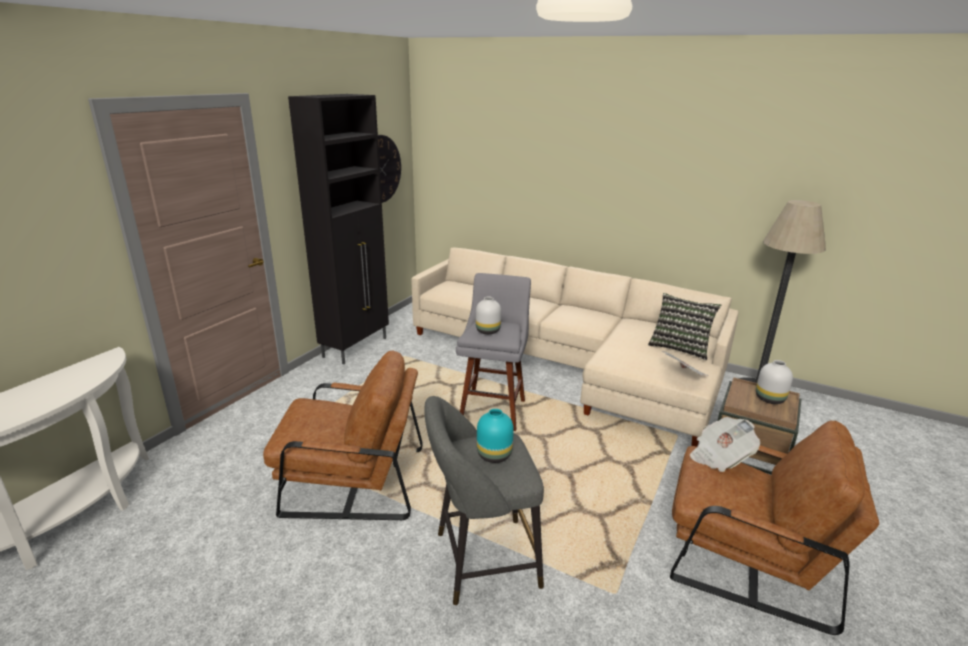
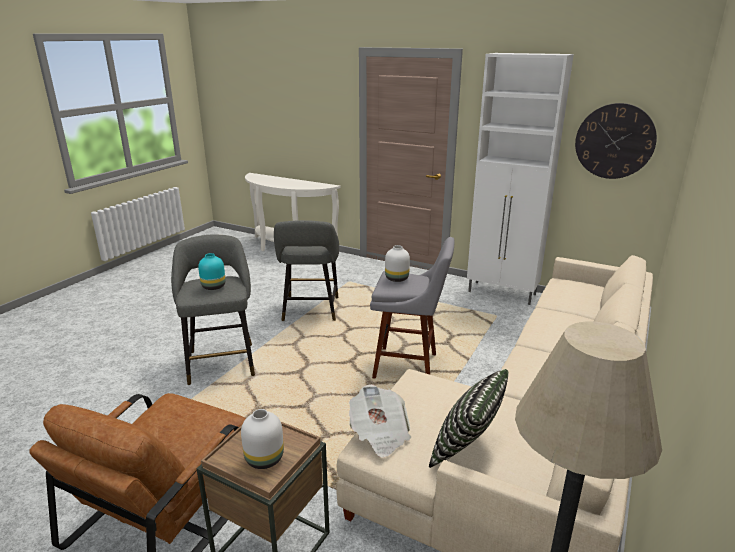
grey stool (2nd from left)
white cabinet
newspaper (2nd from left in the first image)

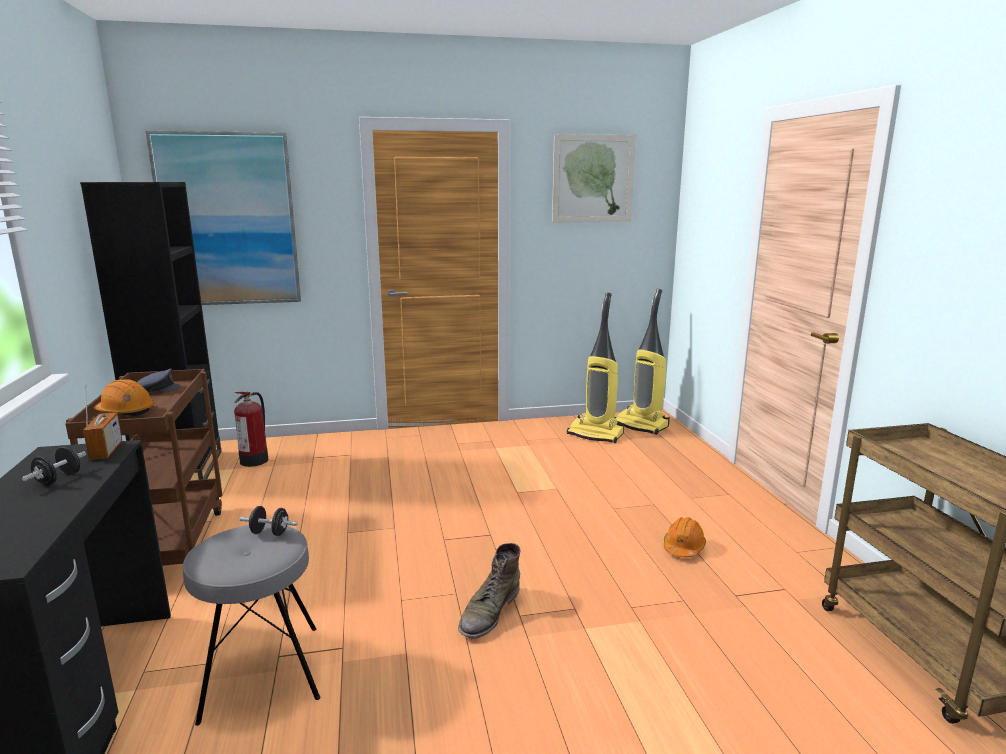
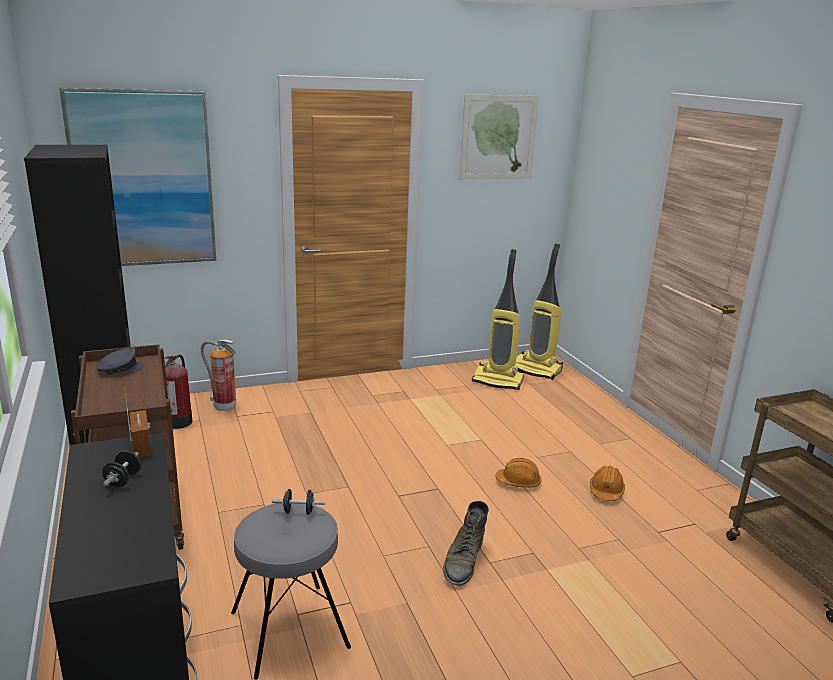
fire extinguisher (2nd from left)
orange hard hat (1st from left)

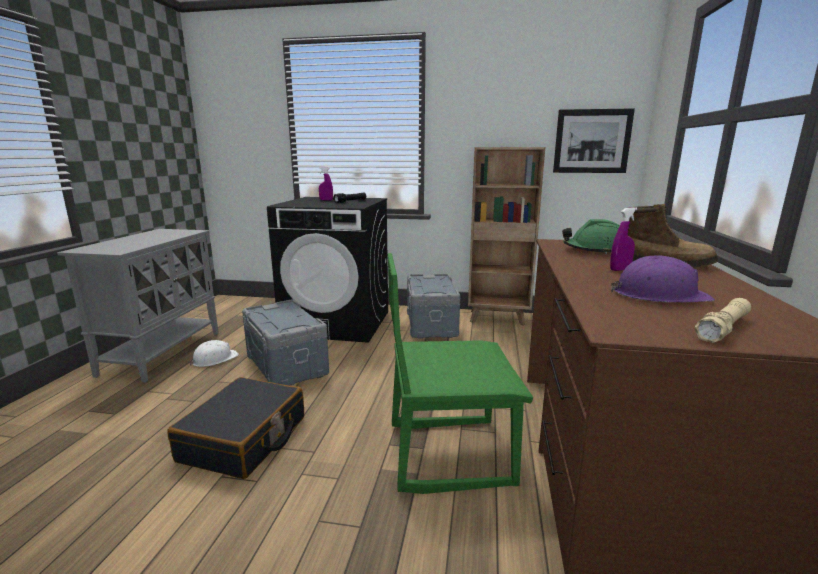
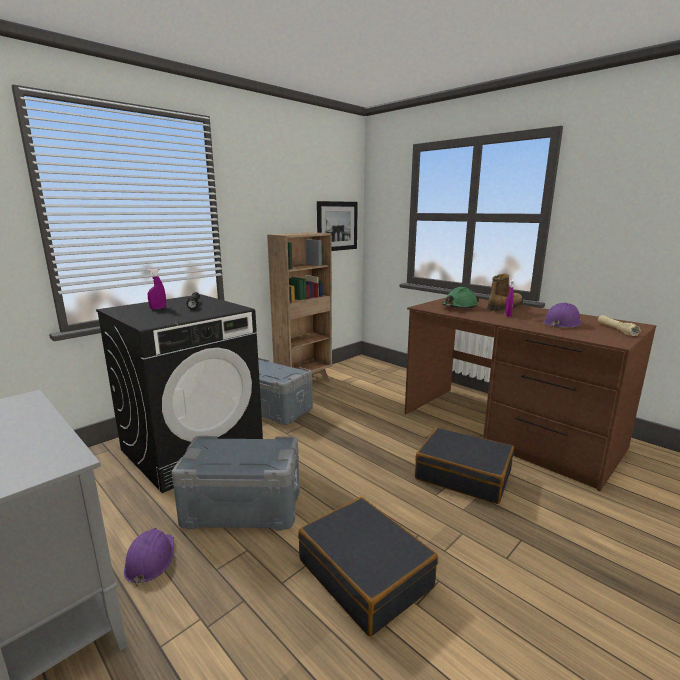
purple hard hat (1st from left)
black suitcase (2nd from left)

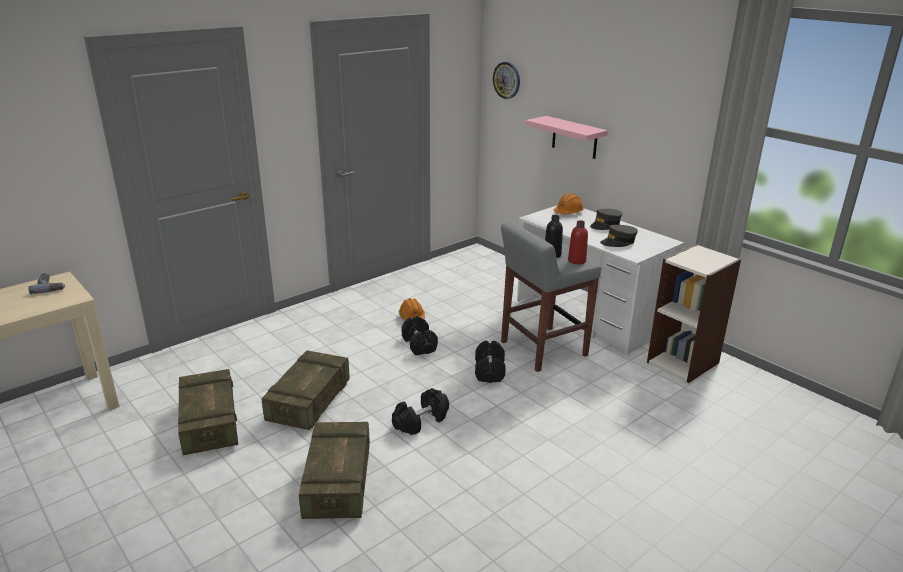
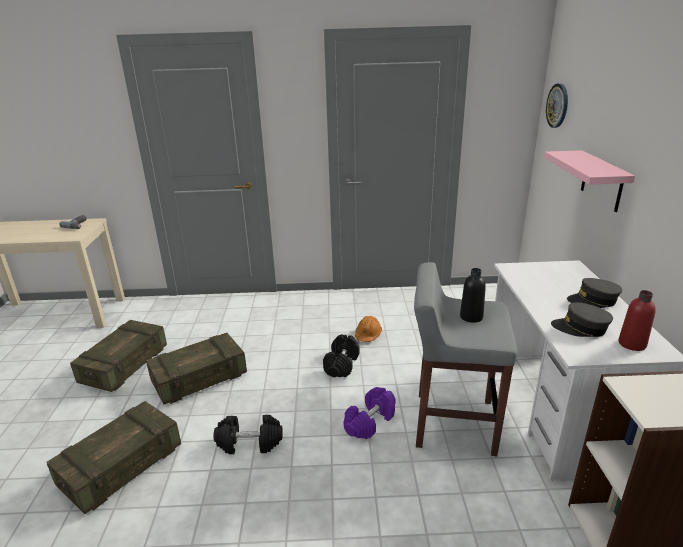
purple dumbbell
red bottle
orange hard hat (2nd from left in the first image)

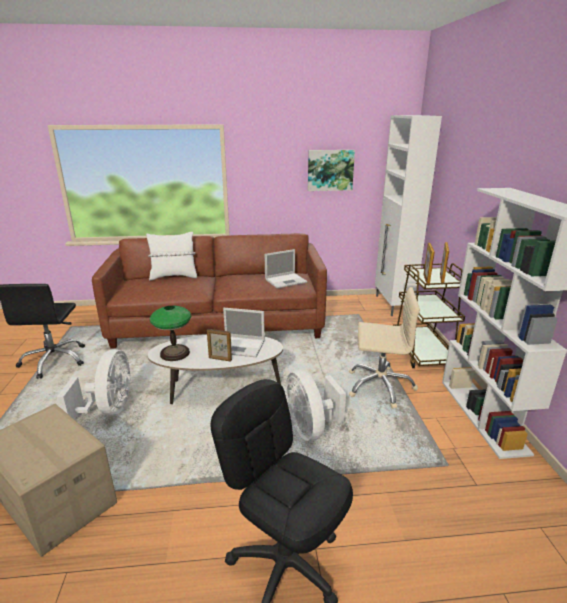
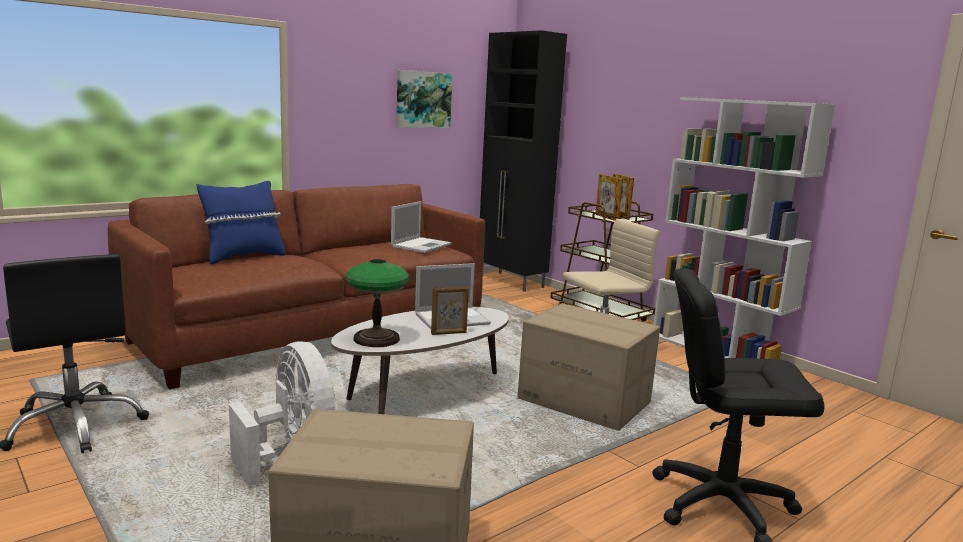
blue pillow
black cabinet
cardboard box (2nd from left)

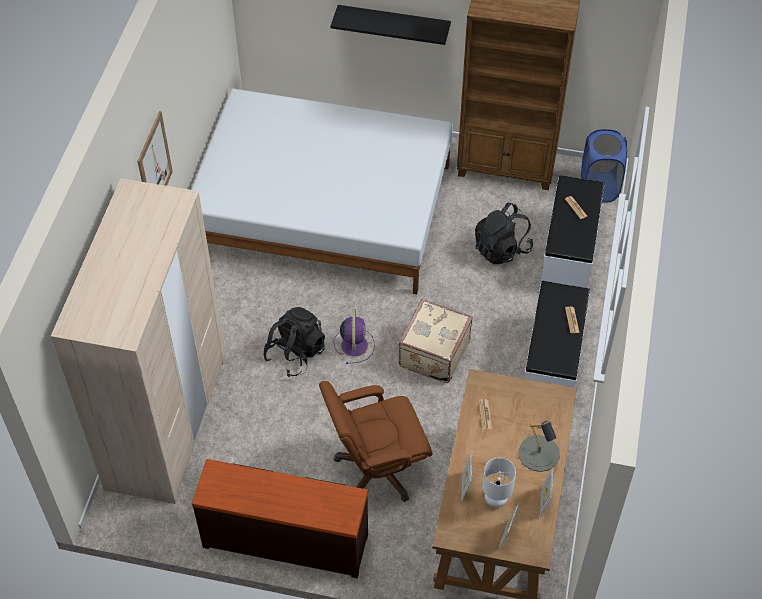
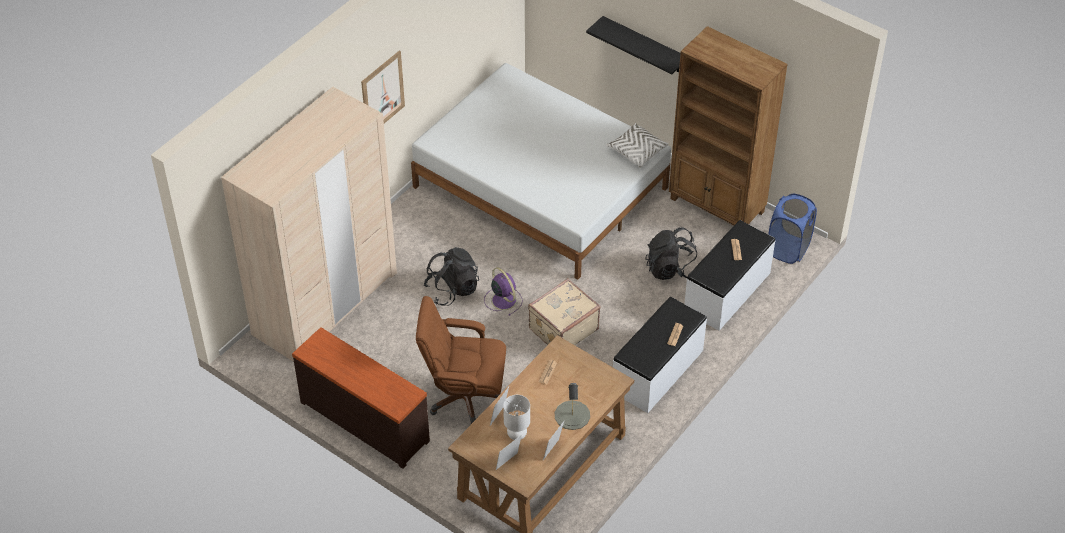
purple fan
white pillow

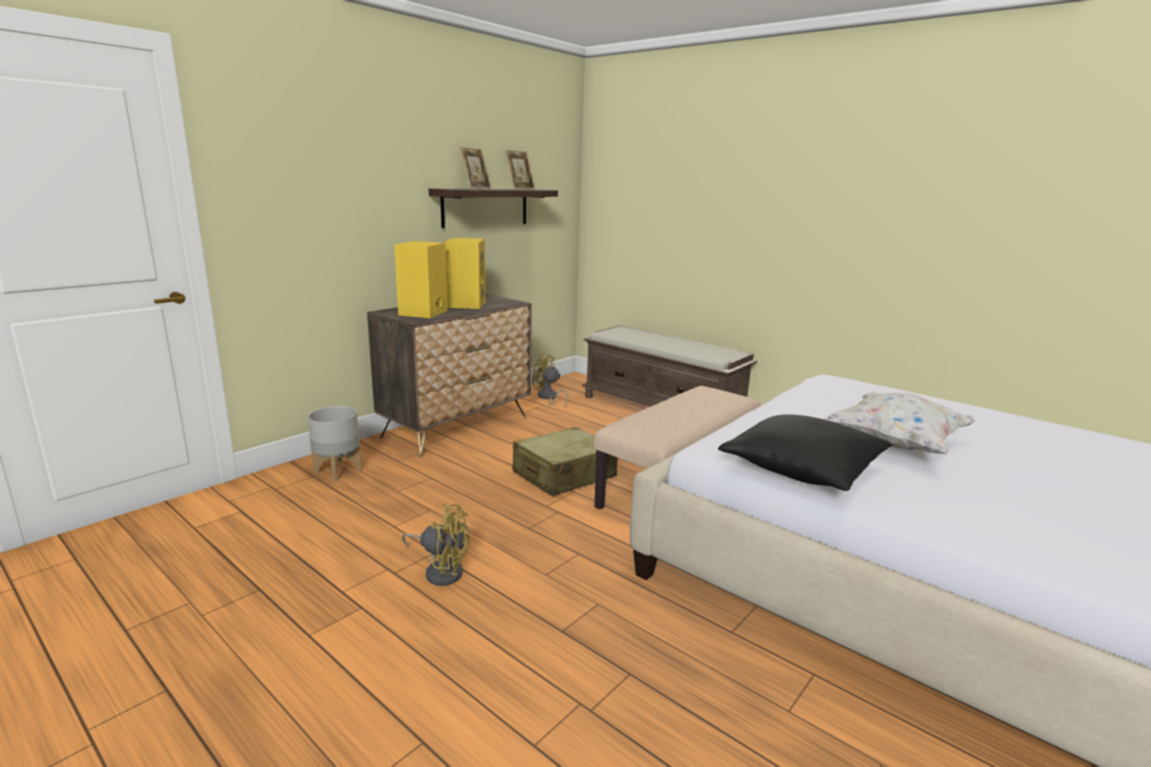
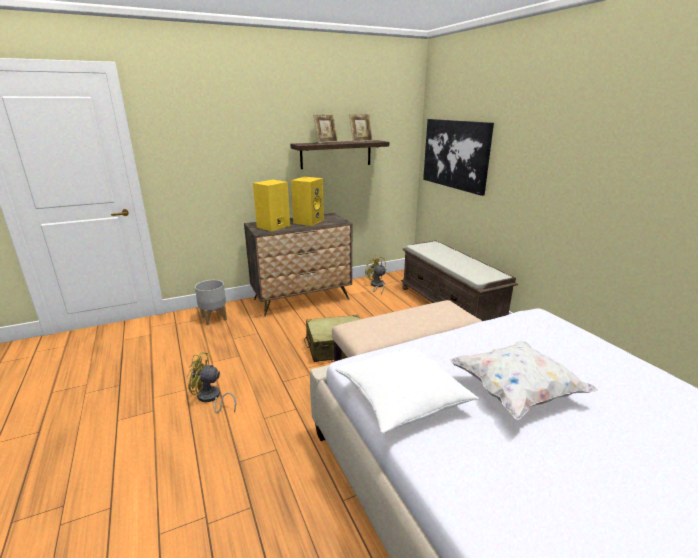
yellow fan (1st from left)
white pillow (1st from left)
picture

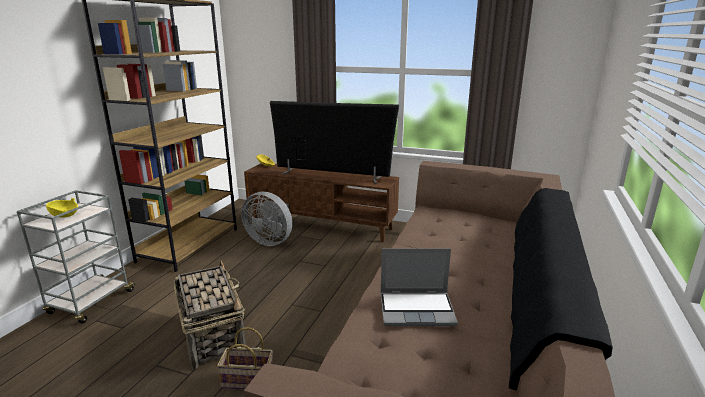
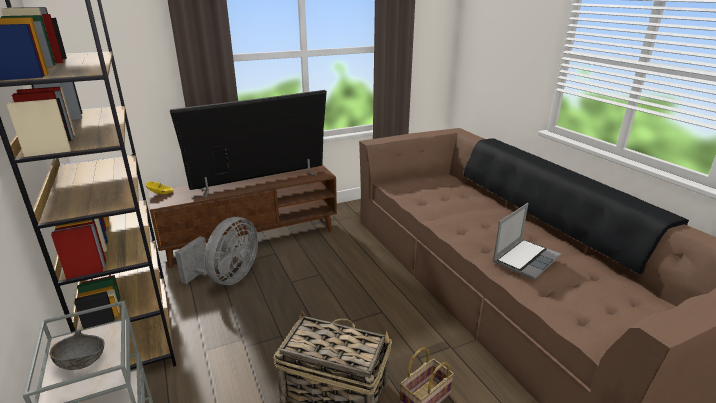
grey bowl
grey fan

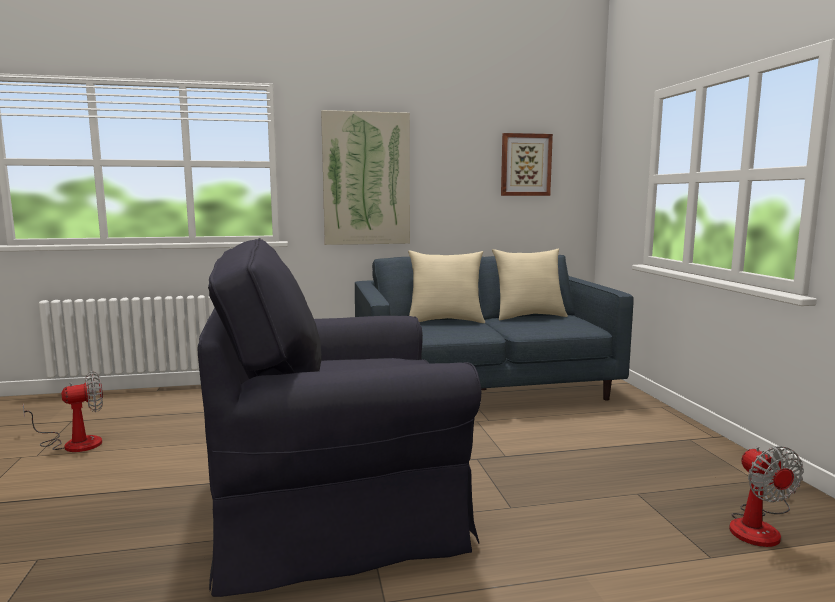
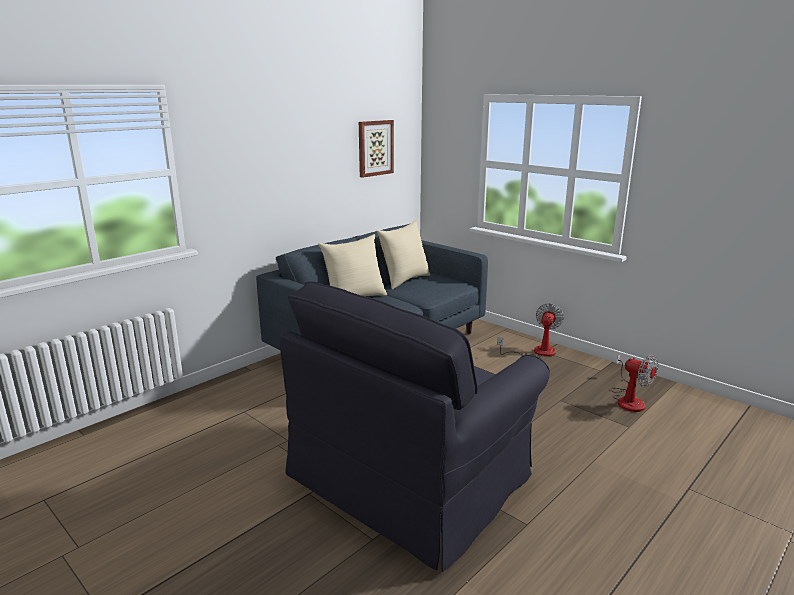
fan (1st from left)
picture (1st from left in the first image)

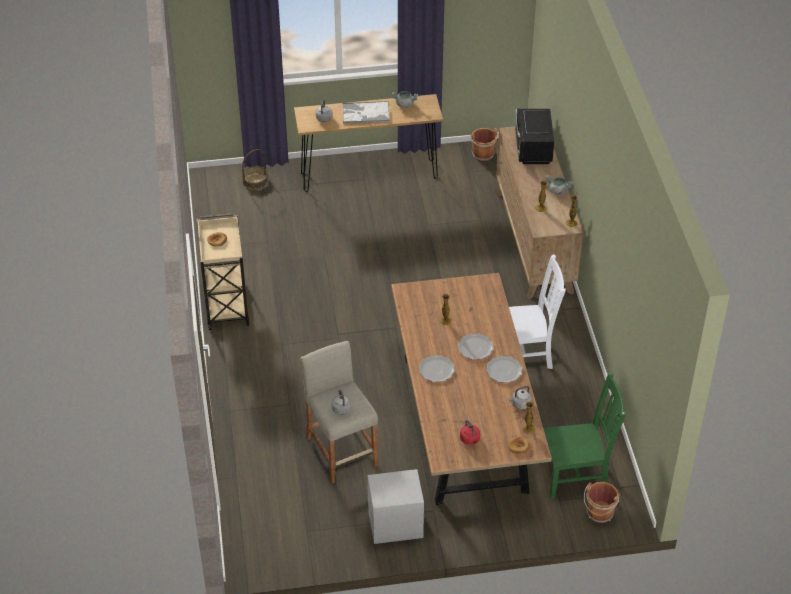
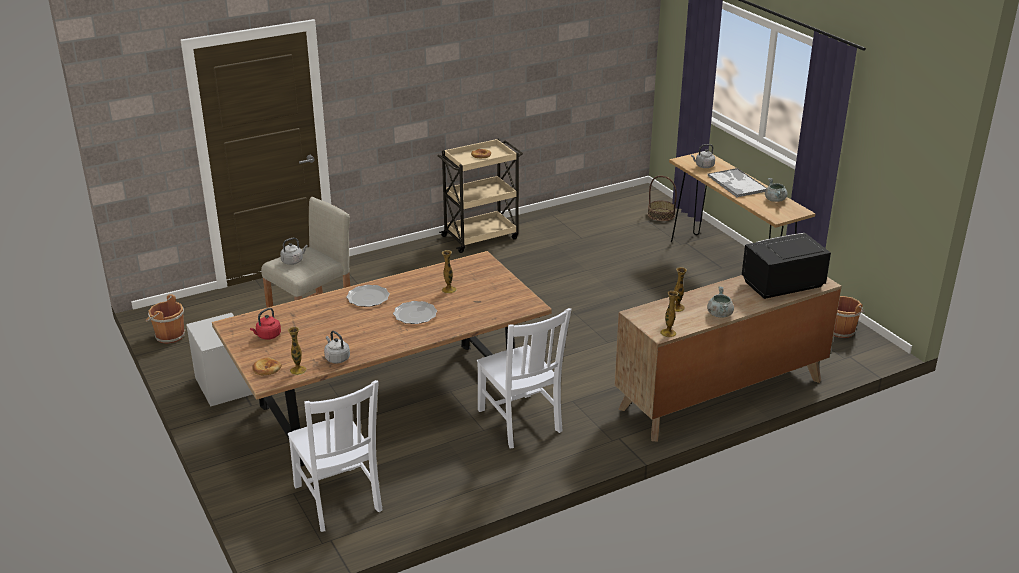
brown bucket (1st from left)
white chair (1st from left)
plate (3rd from left in the first image)

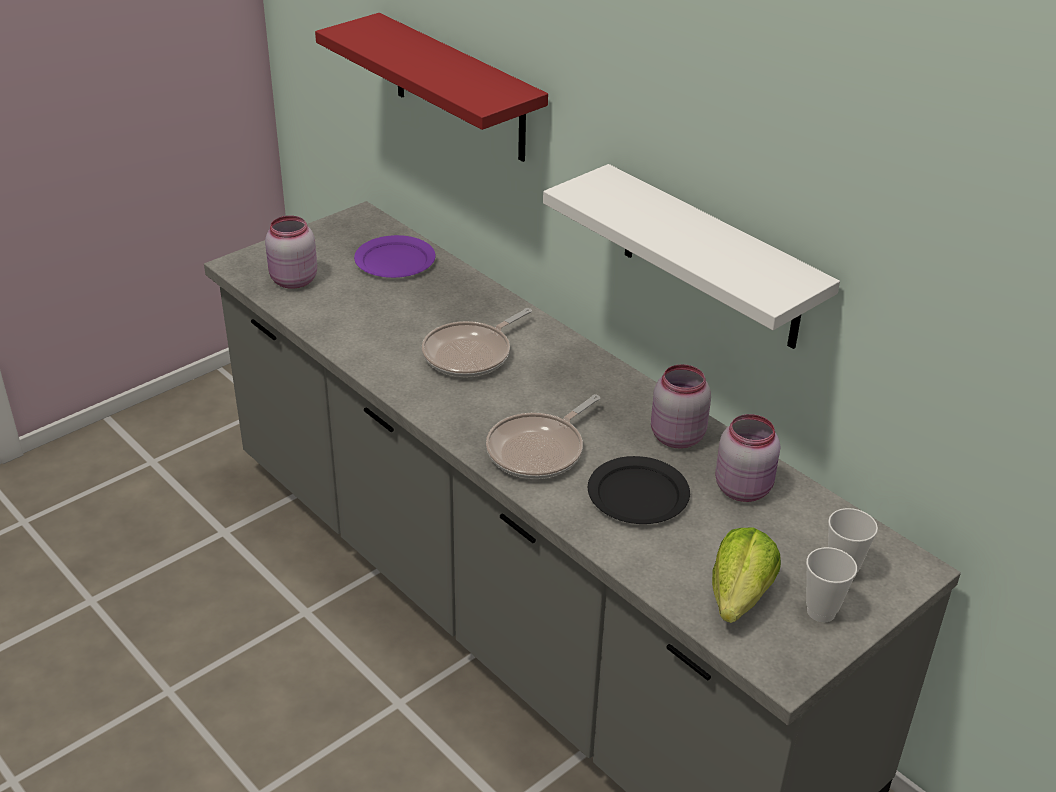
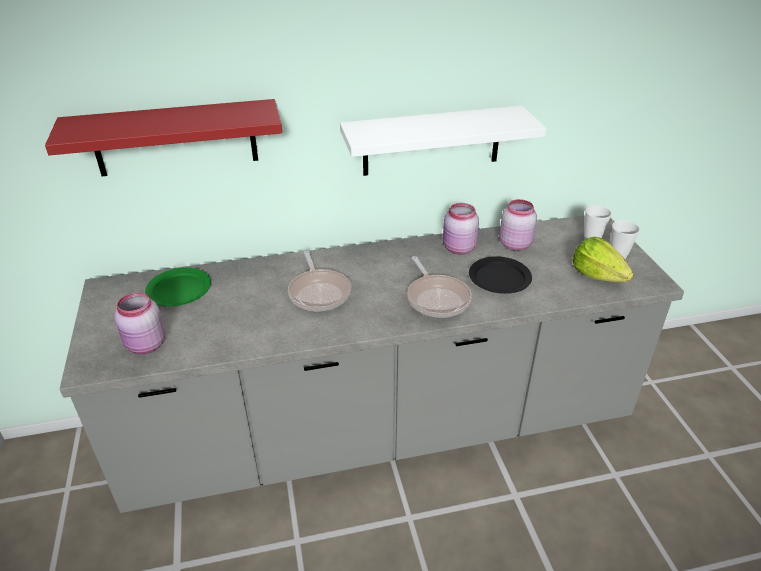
green plate

